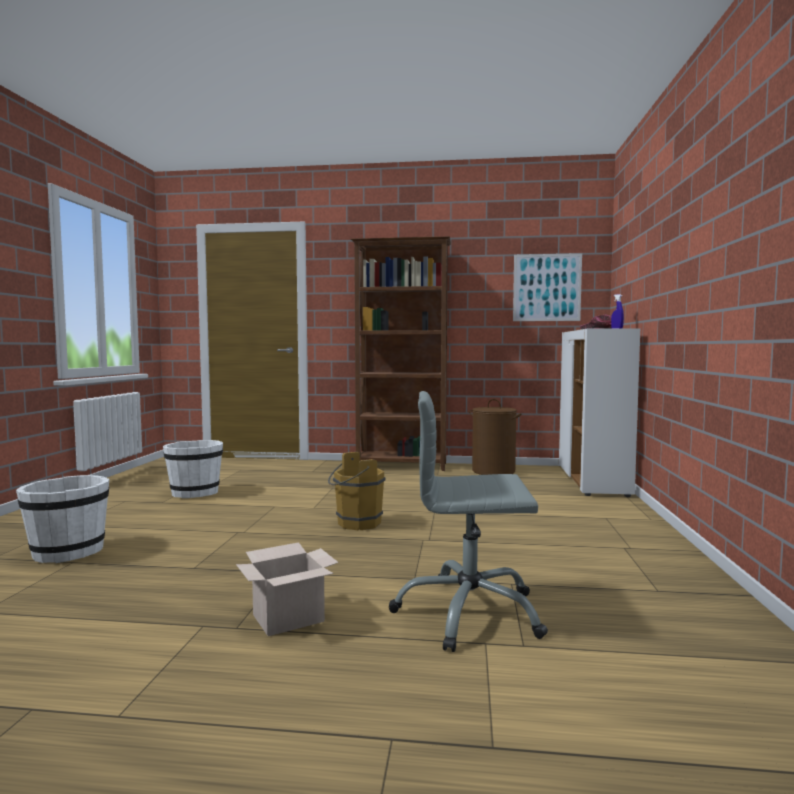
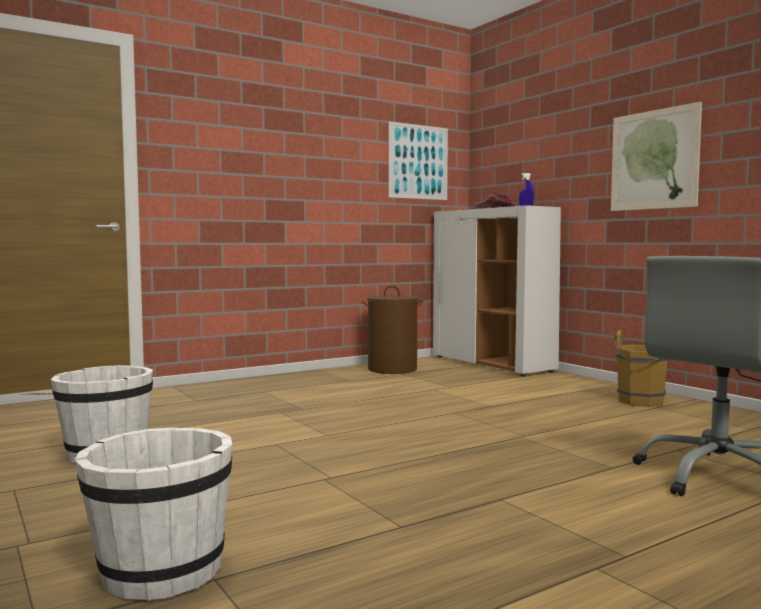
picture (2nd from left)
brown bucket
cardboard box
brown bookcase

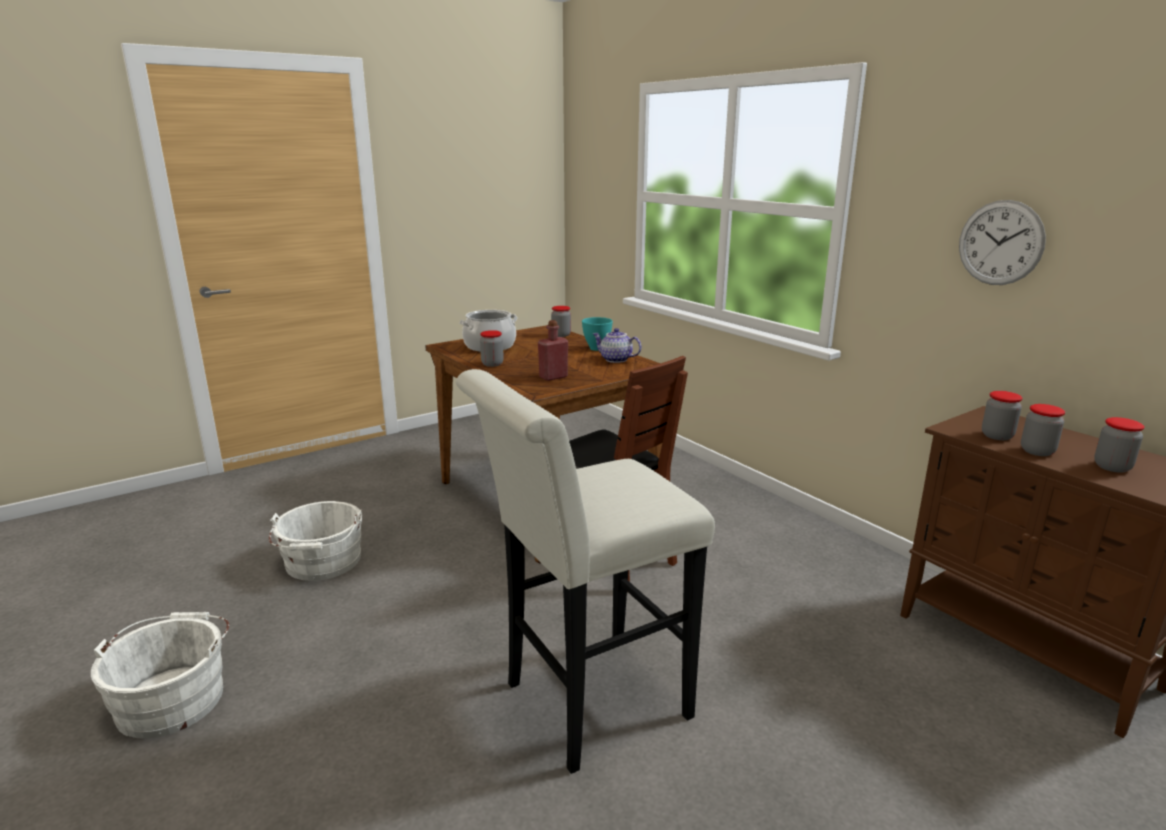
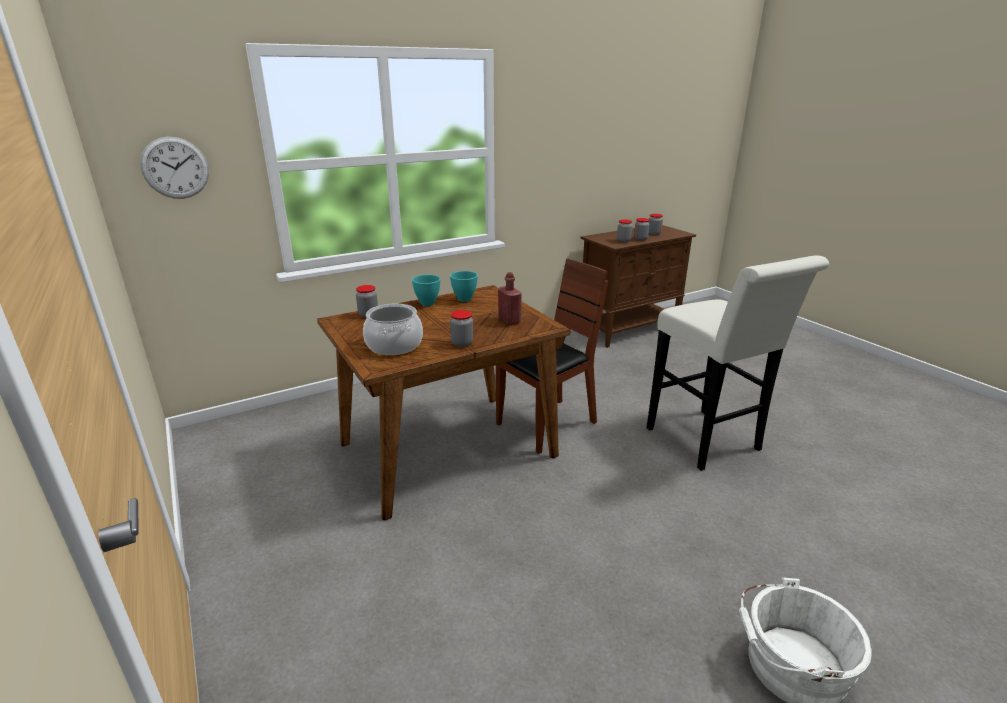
wall clock
turquoise bowl (2nd from left)
white bucket (2nd from left in the first image)

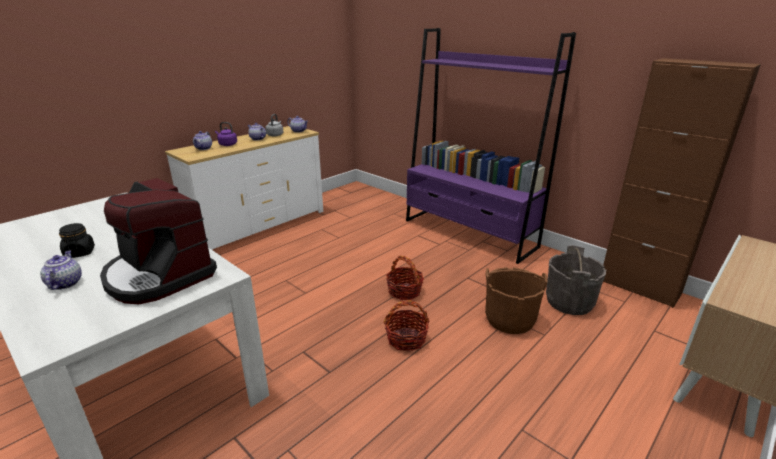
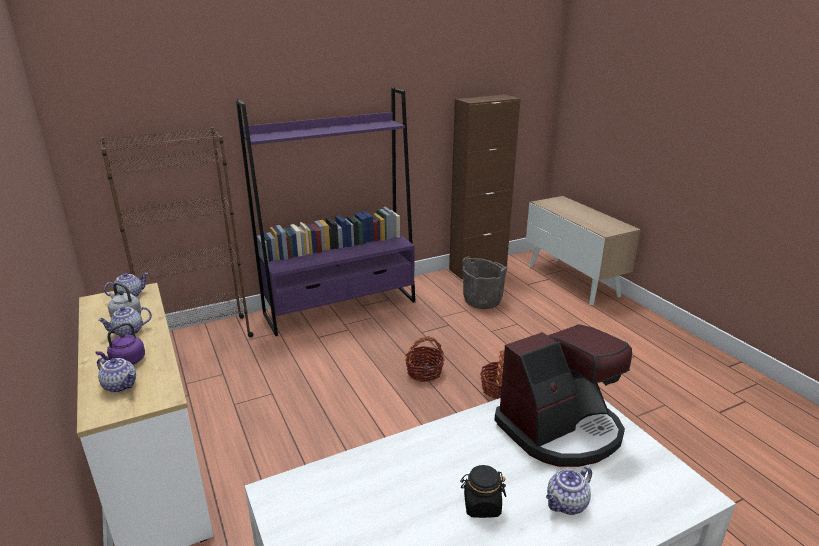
brown bookcase
teapot (4th from left)
brown bucket

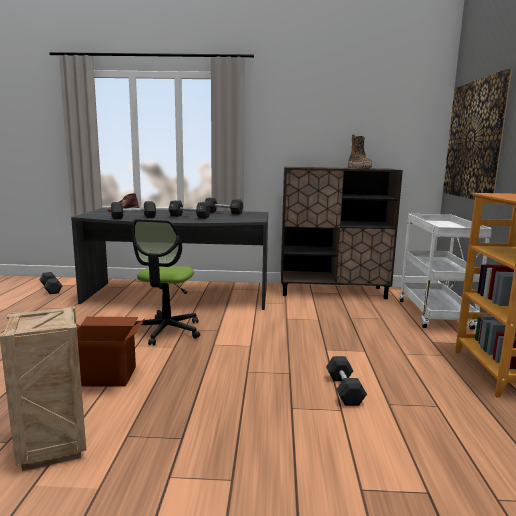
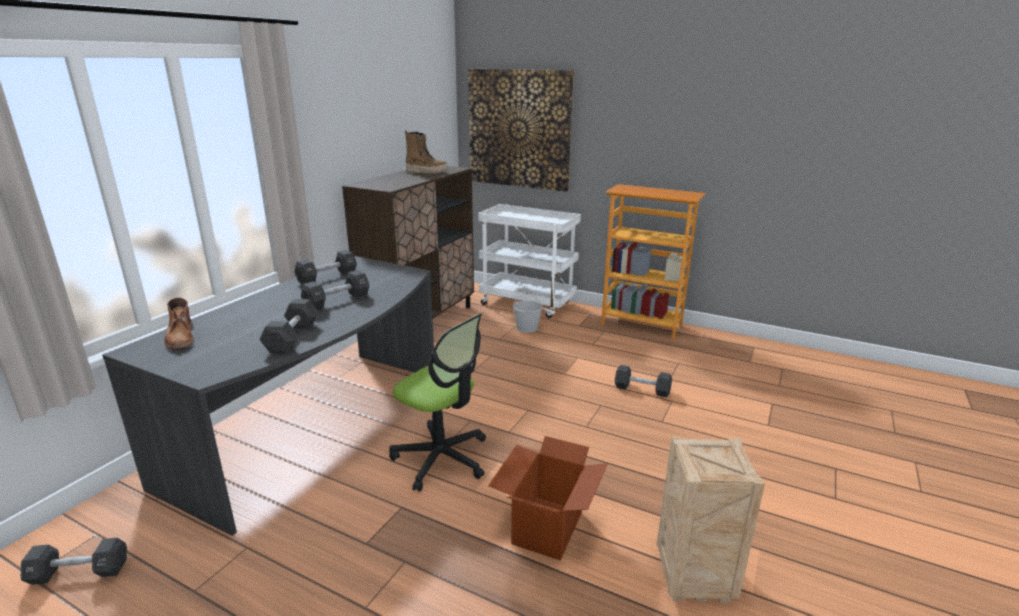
white bucket

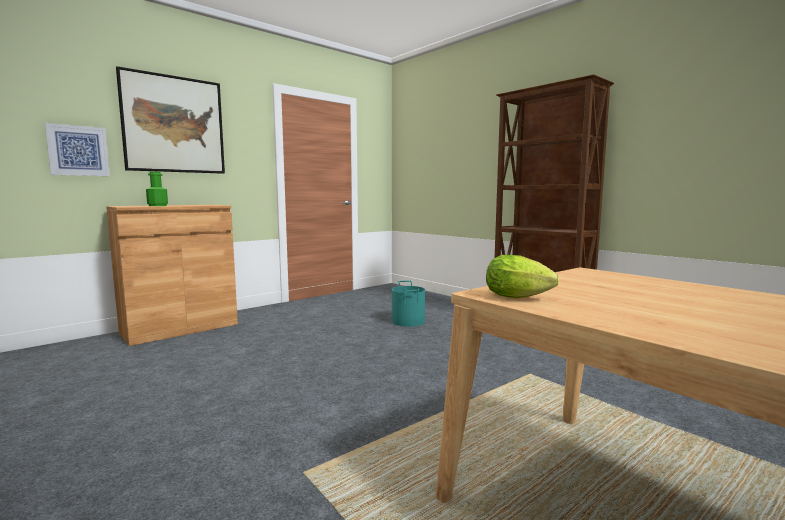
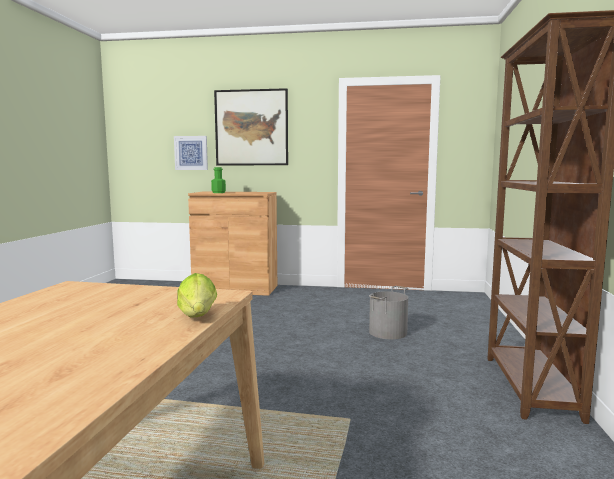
lettuce
grey bucket

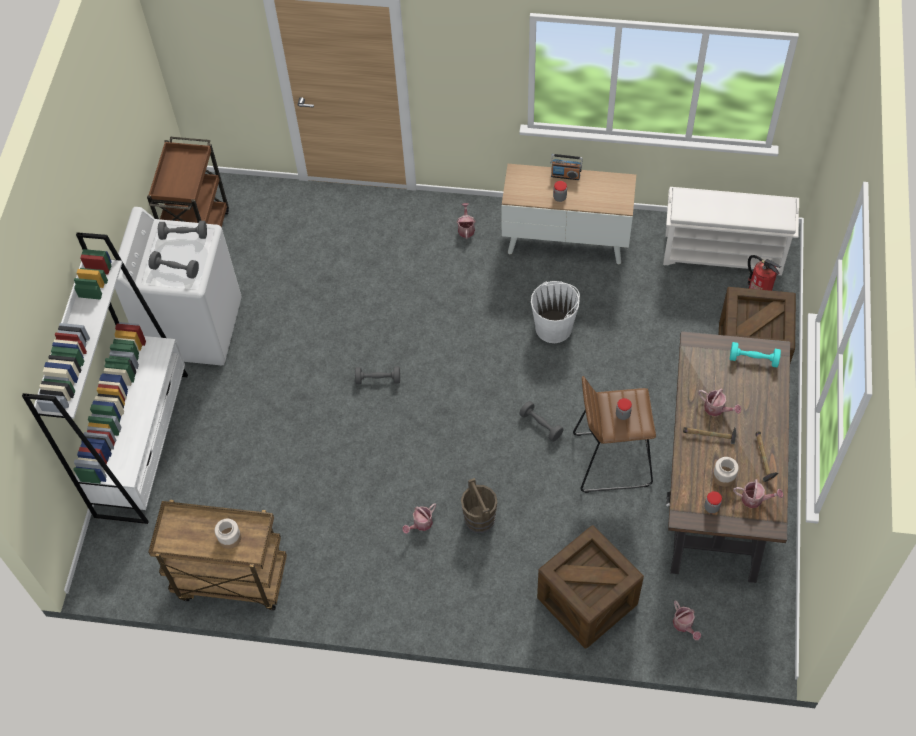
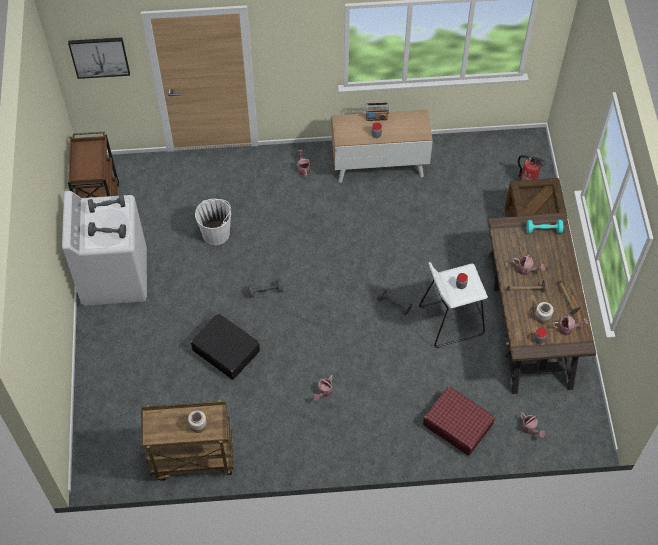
picture
black suitcase
white bucket
white stool
red suitcase
white bookcase
brown bucket
white shoe rack

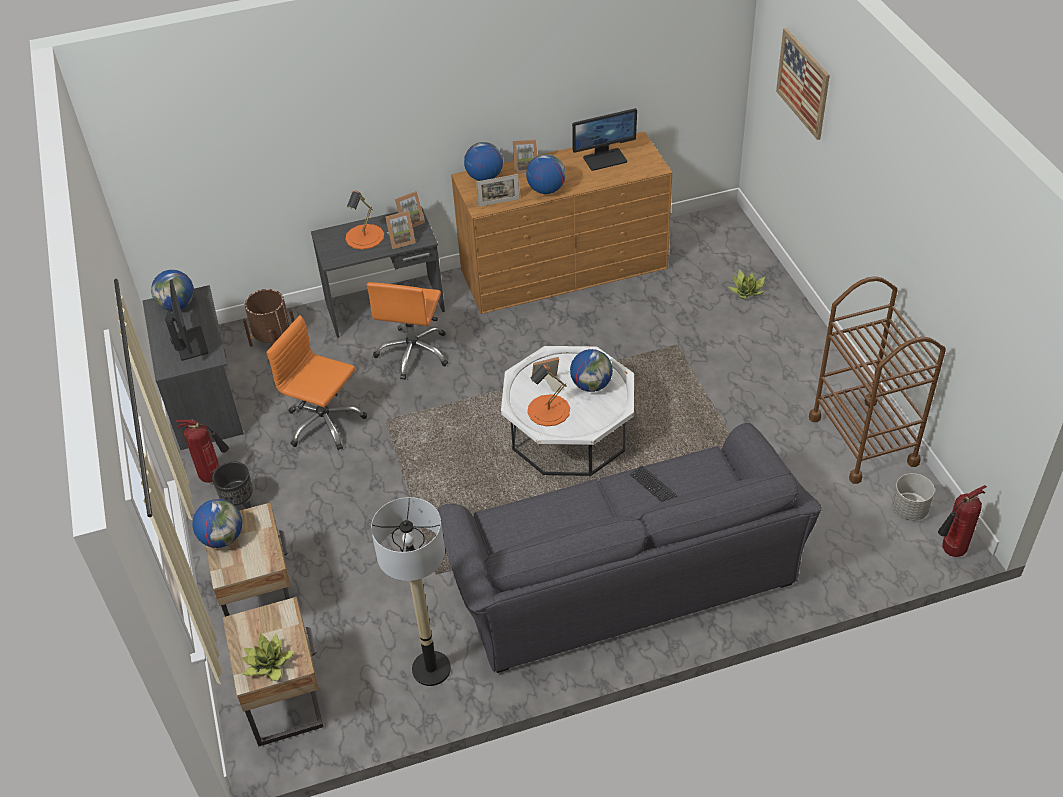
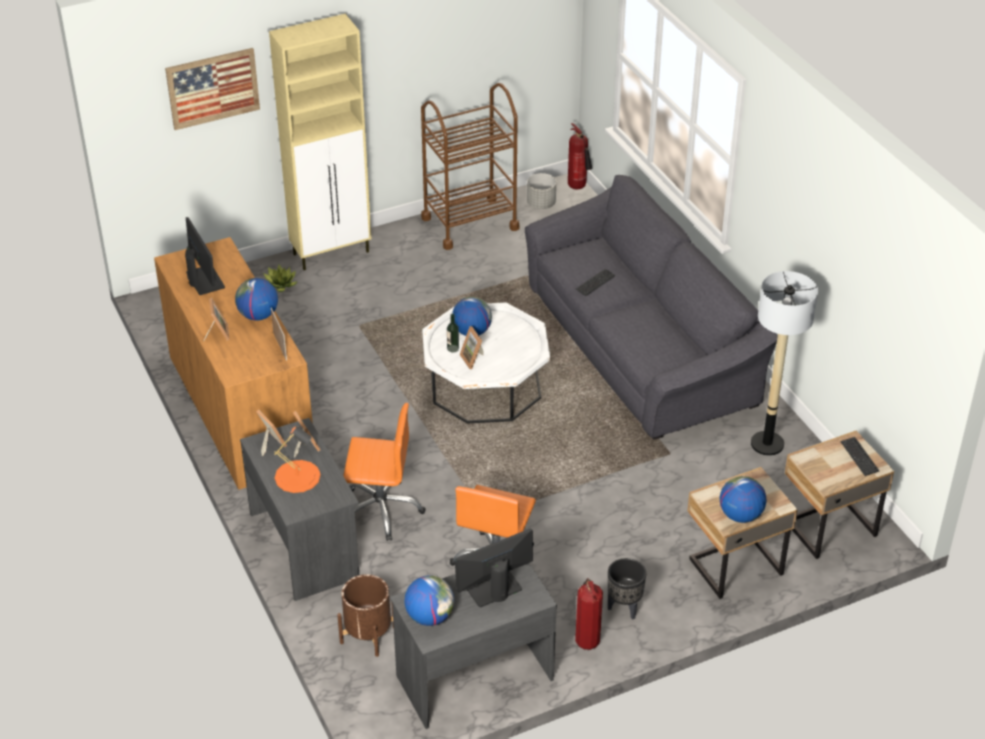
beige cabinet
bottle
keyboard (2nd from left)
globe (3rd from left in the first image)
orange table lamp (2nd from left in the first image)

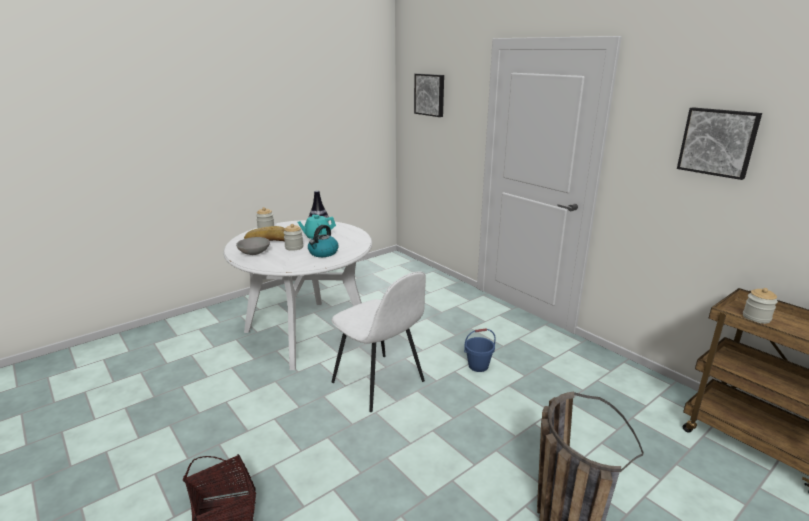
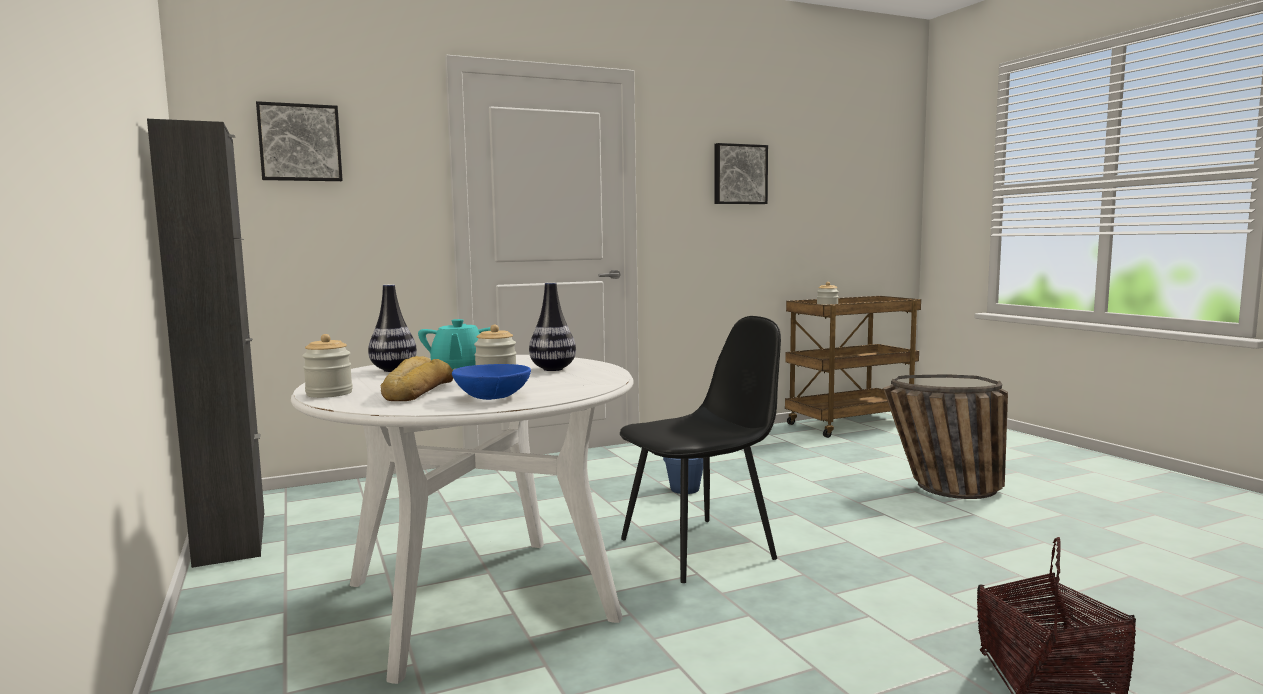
black cabinet
blue bowl
vase (2nd from left)
black chair

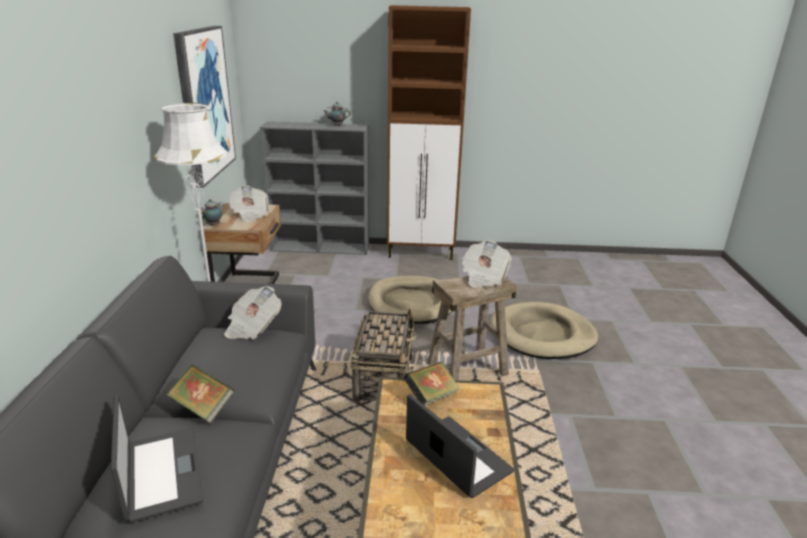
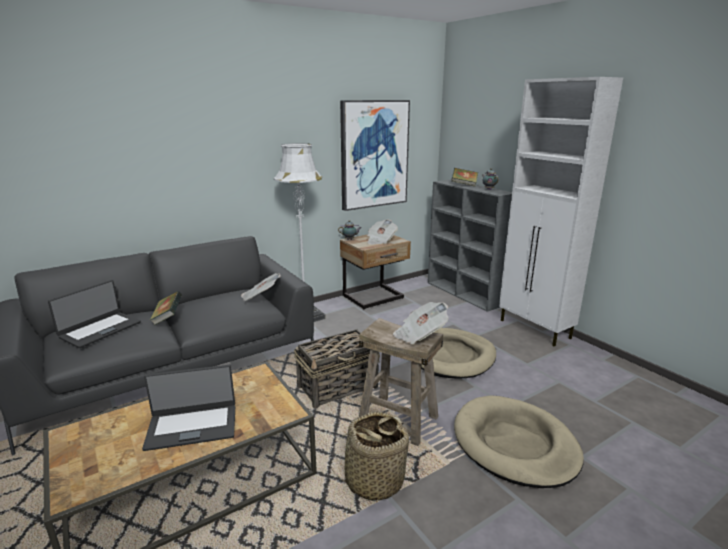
laptop (2nd from left)
basket (2nd from left)
book (2nd from left)
white cabinet

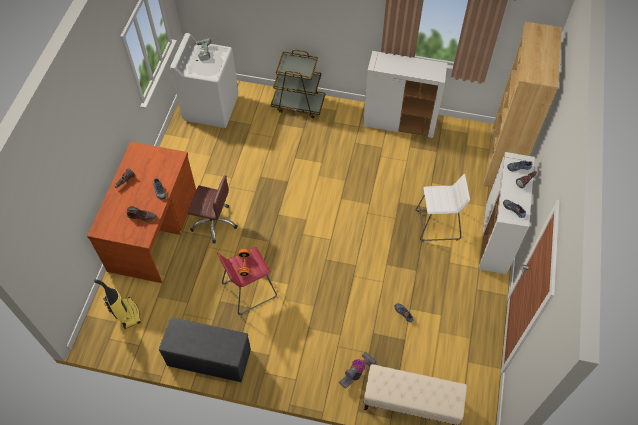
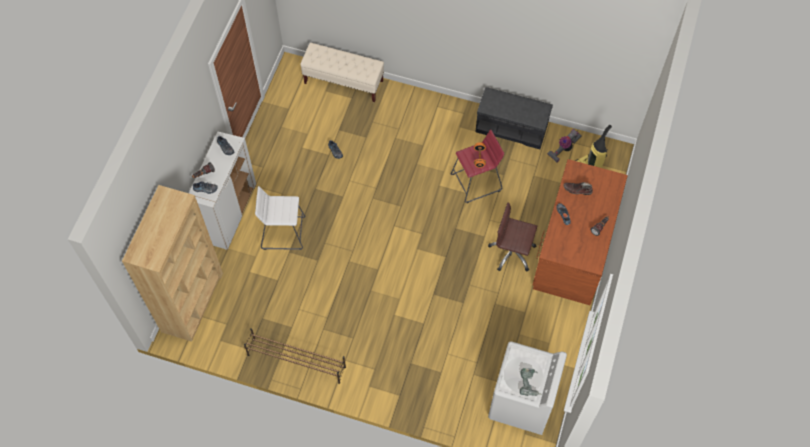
brown shoe rack
vacuum cleaner (1st from left)
brown cart

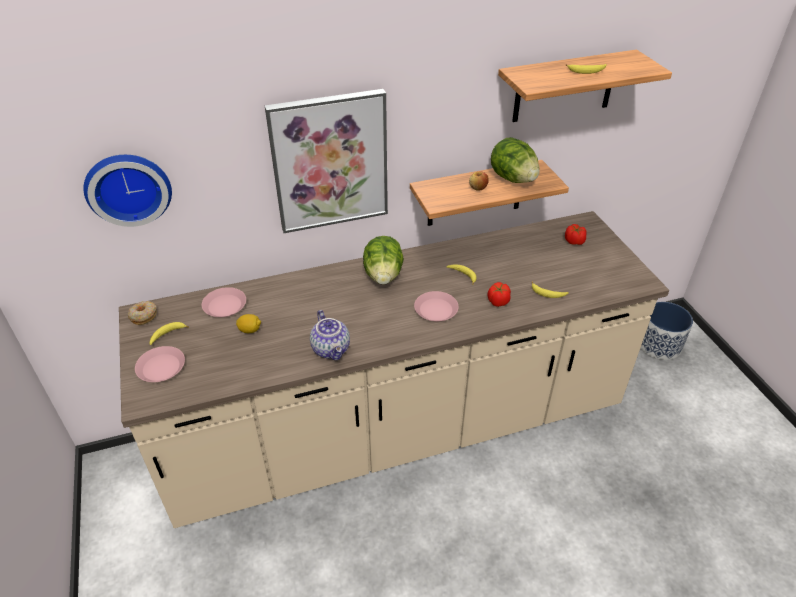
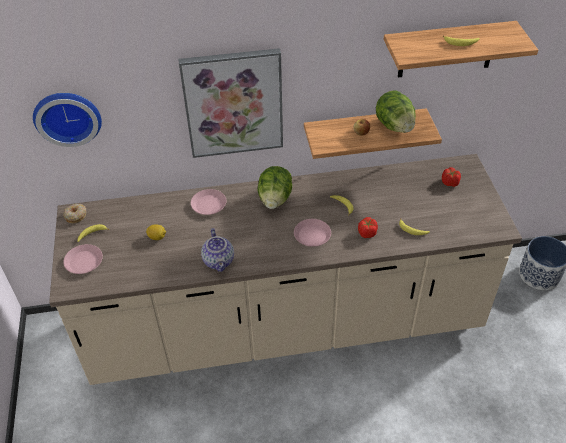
pink plate (2nd from left)

